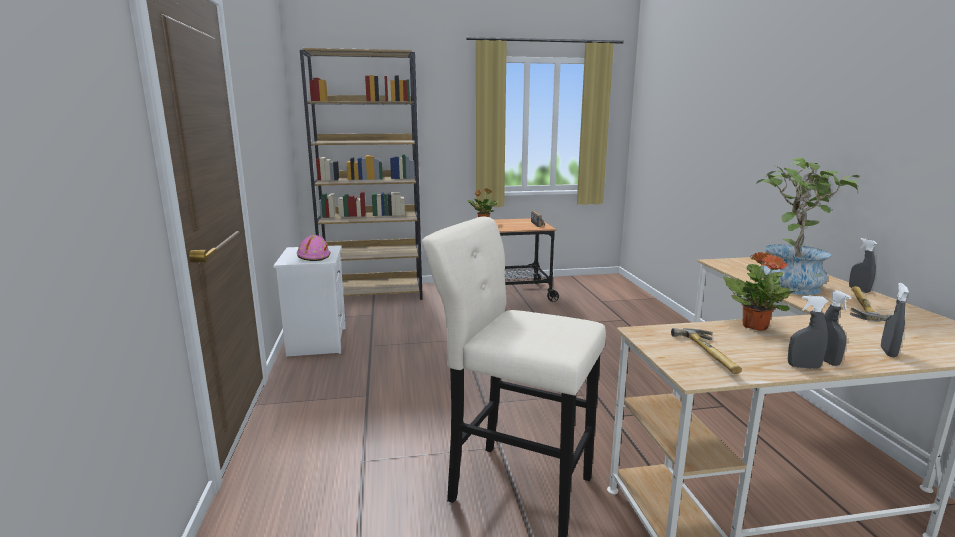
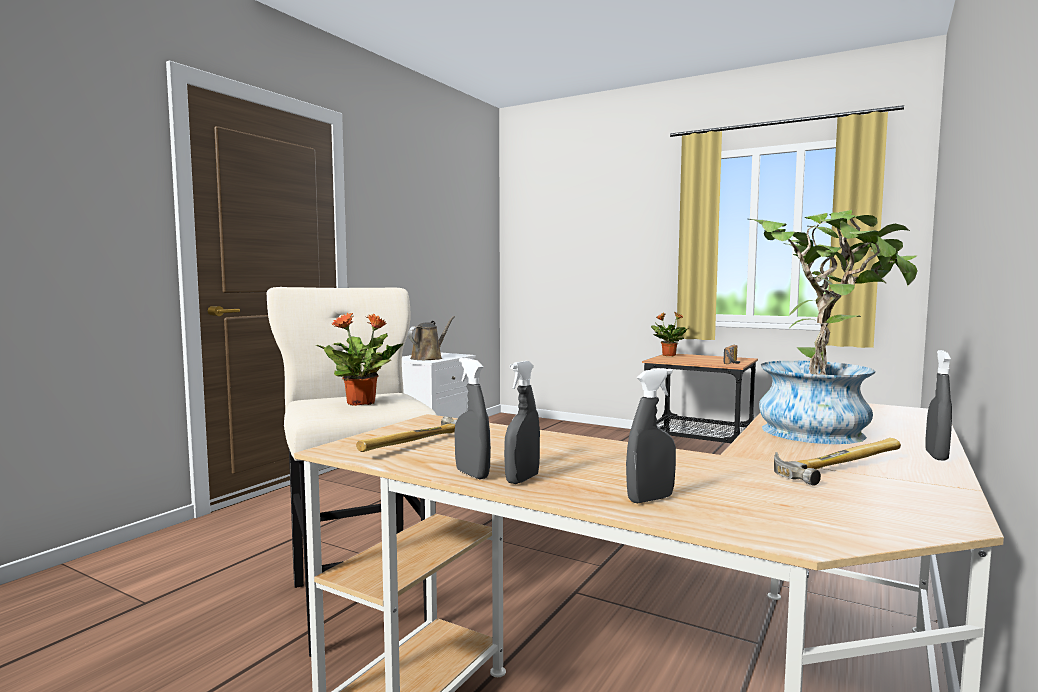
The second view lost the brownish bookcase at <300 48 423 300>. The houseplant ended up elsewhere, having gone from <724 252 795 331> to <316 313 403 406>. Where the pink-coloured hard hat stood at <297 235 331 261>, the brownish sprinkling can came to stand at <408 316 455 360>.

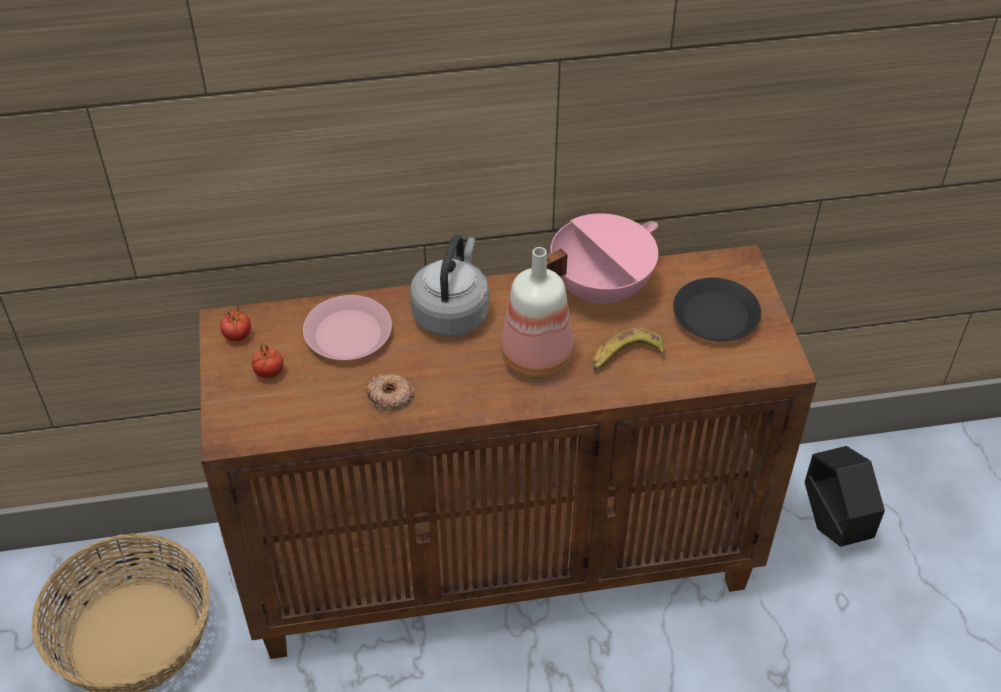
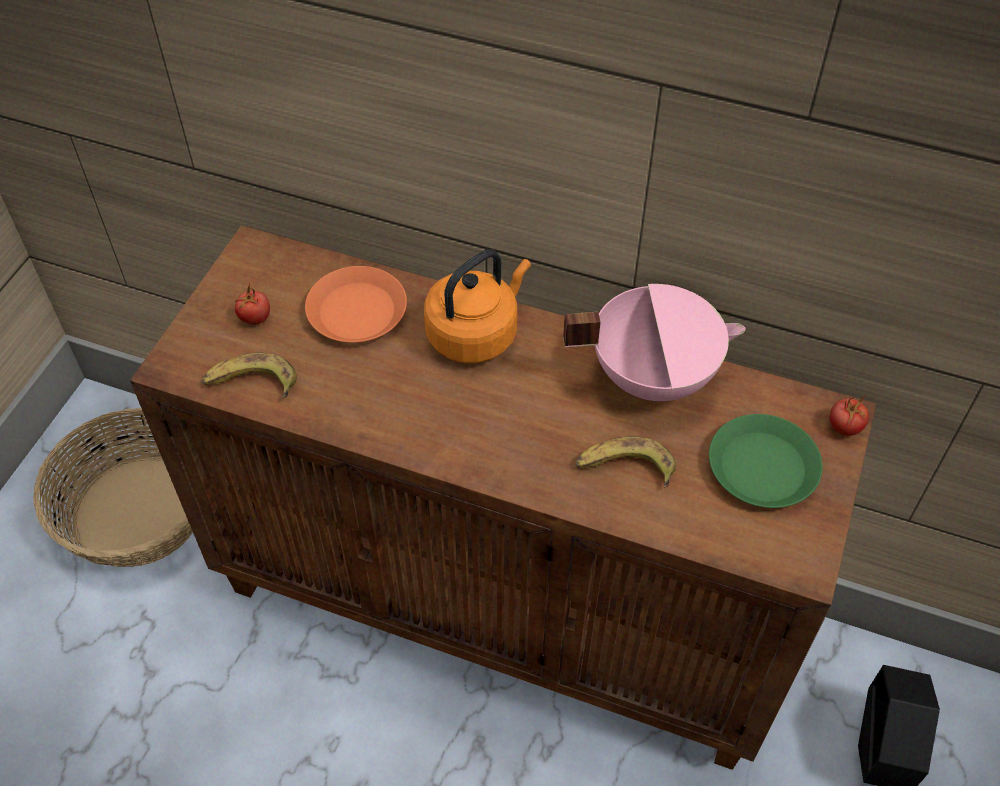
The second view lost the ring doughnut at <366 373 414 411>. The second view lost the beverage bottle at <501 247 574 379>. The second view gained the banana at <202 352 297 398>. The whole tomato ended up elsewhere, having gone from <220 304 251 342> to <829 395 869 436>. What was the pink-coloured flat dish at <303 295 392 360> turned into the orange-coloured flat dish at <305 266 407 343>. What was the gray kettle at <410 235 489 337> turned into the orange-coloured kettle at <424 250 531 363>. What was the black-coloured flat dish at <673 277 761 341> turned into the green flat dish at <709 414 823 508>.

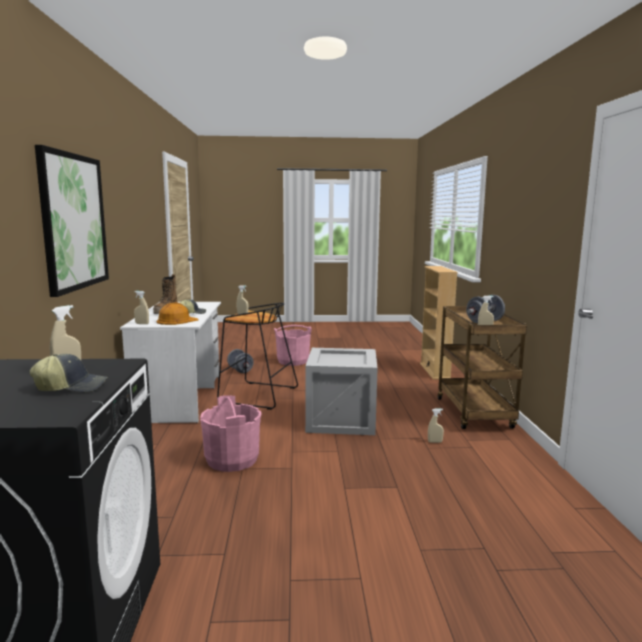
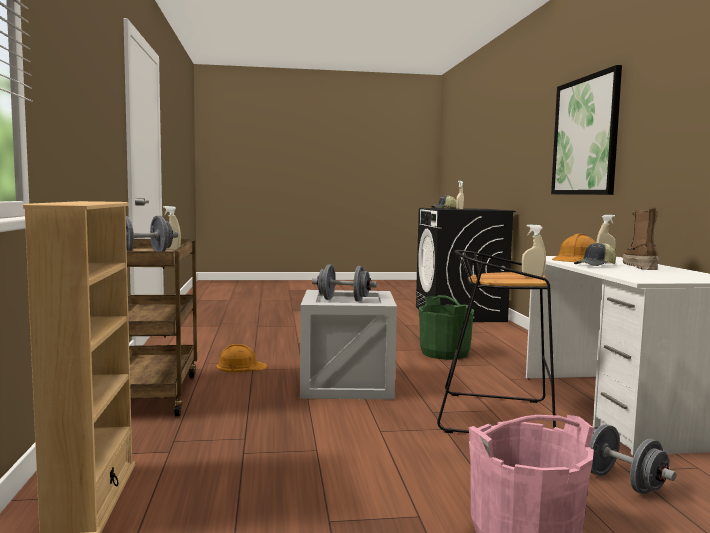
The second view gained the gray free weight at <312 264 377 302>. Where the beige spray bottle stood at <428 409 444 443>, the orange-coloured hard hat came to stand at <217 344 267 372>. What was the pink-coloured pail at <200 395 261 472> turned into the green pail at <419 295 474 360>.

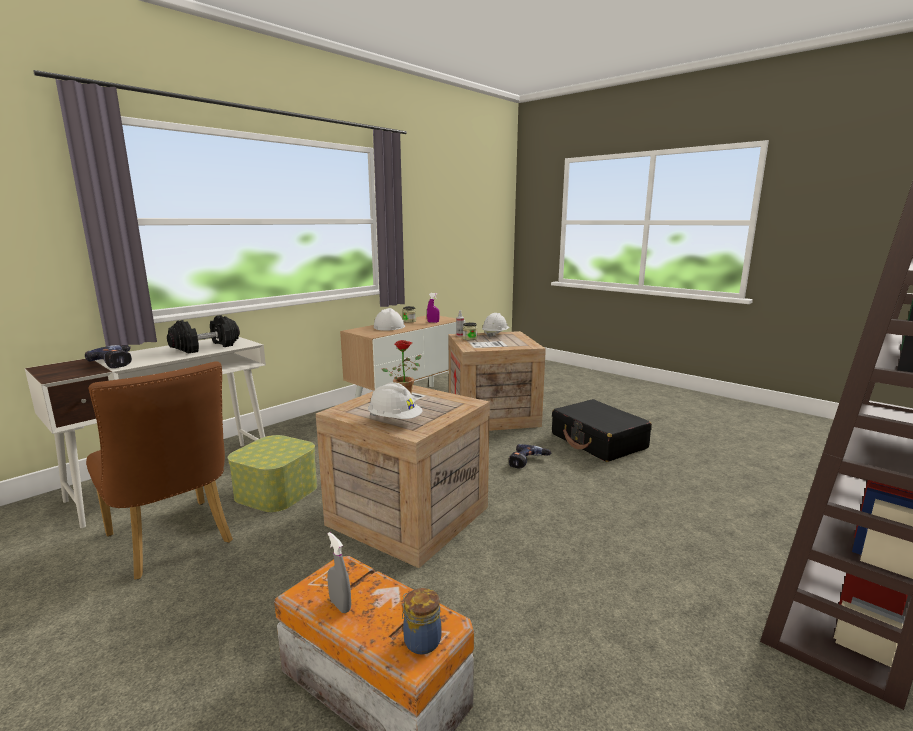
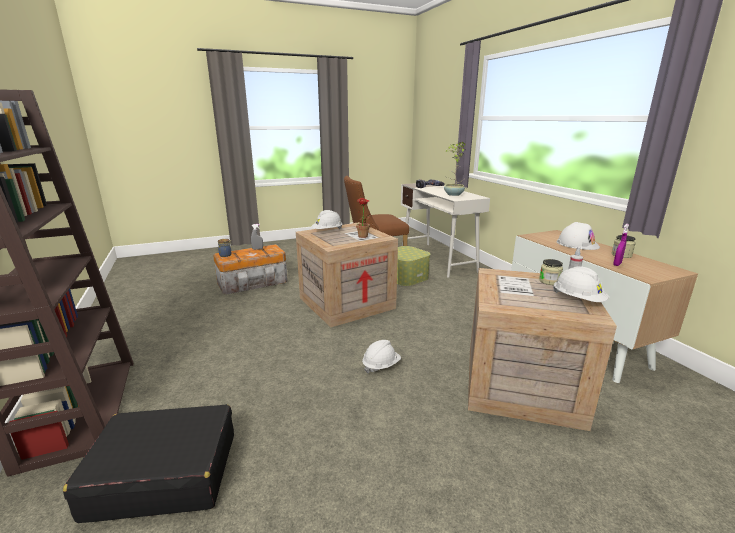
The black-coloured piece of luggage ended up elsewhere, having gone from <552 399 652 462> to <63 404 234 523>. Where the black-coloured free weight stood at <167 315 240 354>, the houseplant came to stand at <444 142 465 196>. Where the power drill stood at <509 444 551 469>, the white hard hat came to stand at <362 340 401 373>.

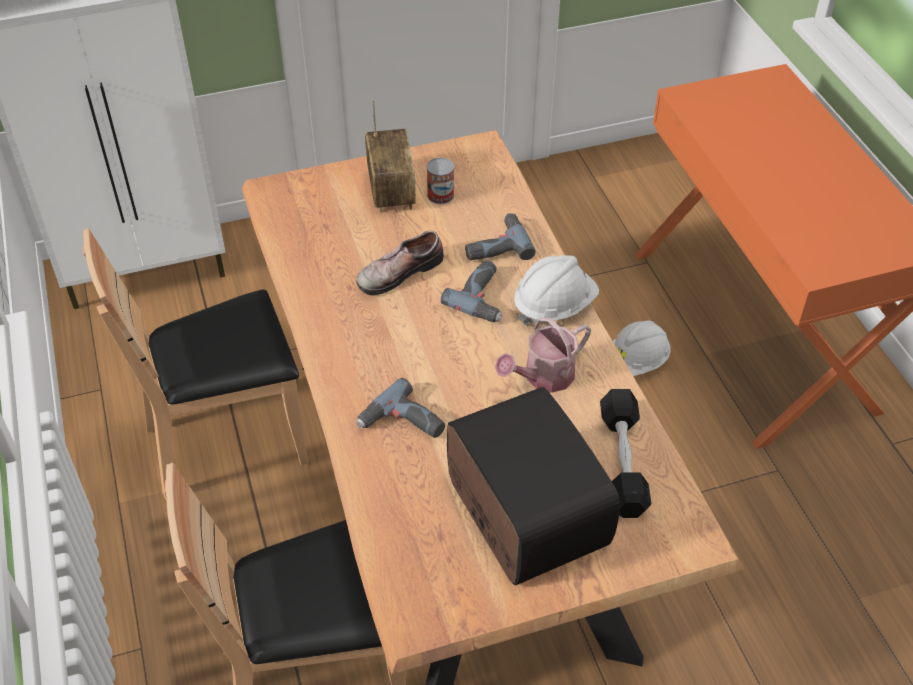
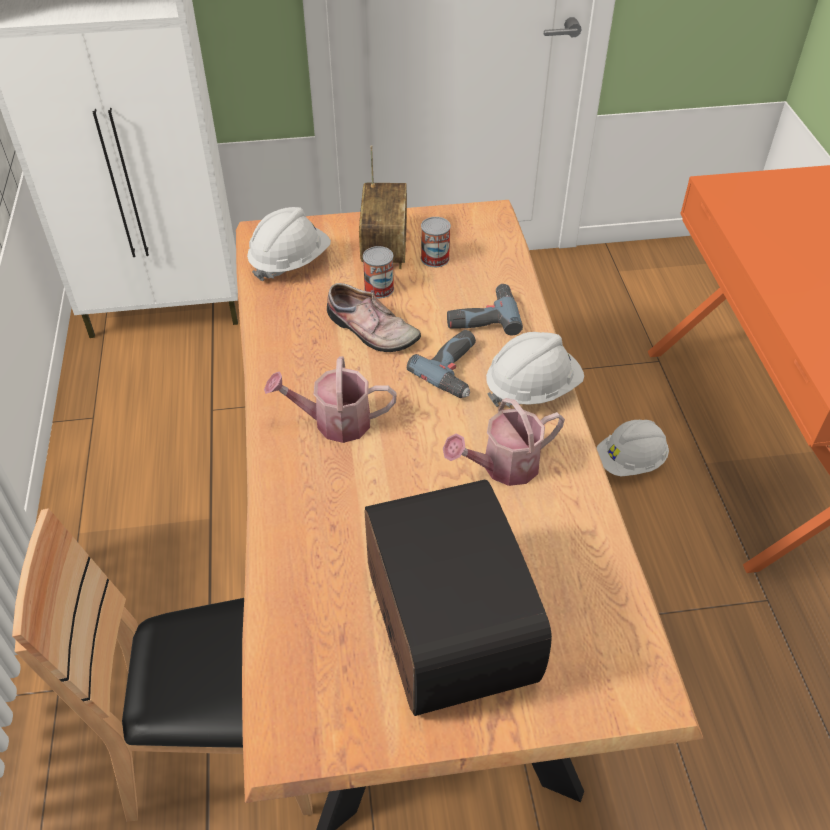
The second view lost the brownish chair at <83 228 308 500>. The second view lost the power drill at <357 378 445 438>. The second view lost the black-coloured free weight at <600 389 651 518>. The second view gained the white hard hat at <247 207 331 281>. The second view gained the sprinkling can at <264 356 397 443>. The second view gained the sealed can at <363 246 394 298>. The shoe at <356 231 443 295> ended up facing another way, 120 degrees counterclockwise from before.

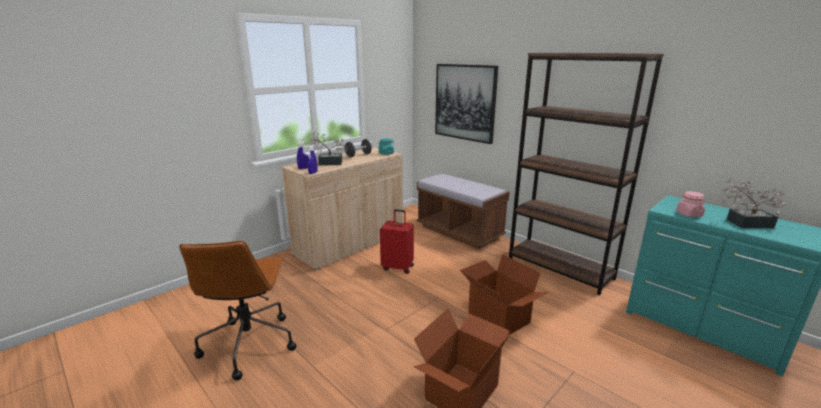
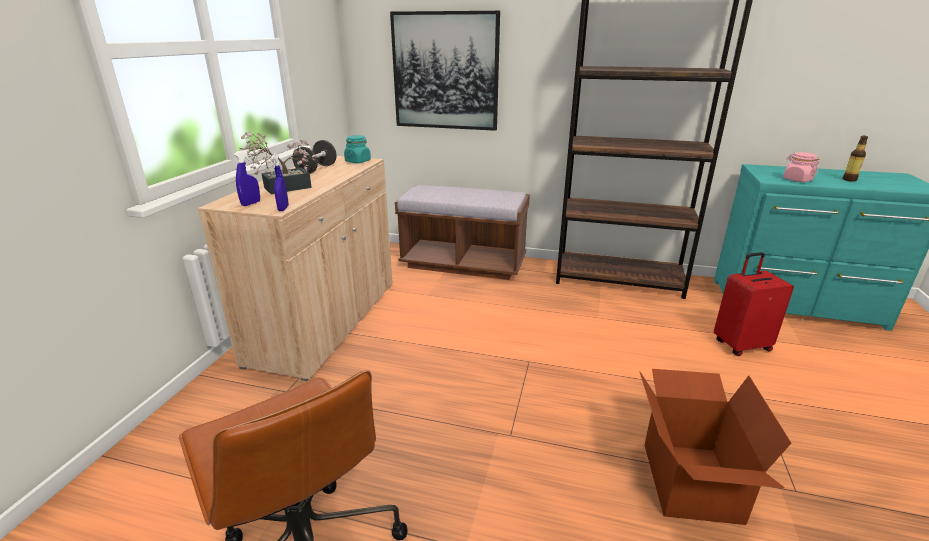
The second view lost the packing box at <460 254 549 335>. The red piece of luggage ended up elsewhere, having gone from <380 209 414 274> to <714 252 794 356>. Where the houseplant stood at <722 178 786 228>, the beverage bottle came to stand at <842 136 868 182>.

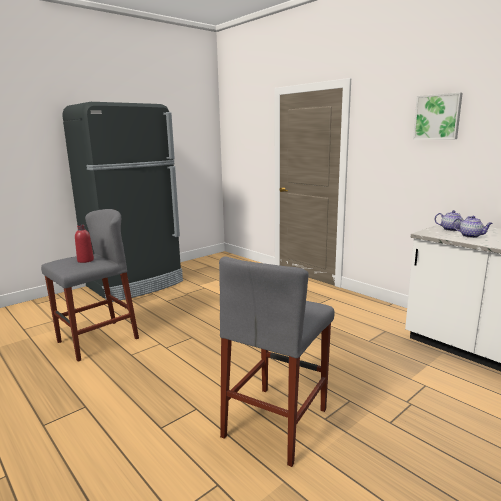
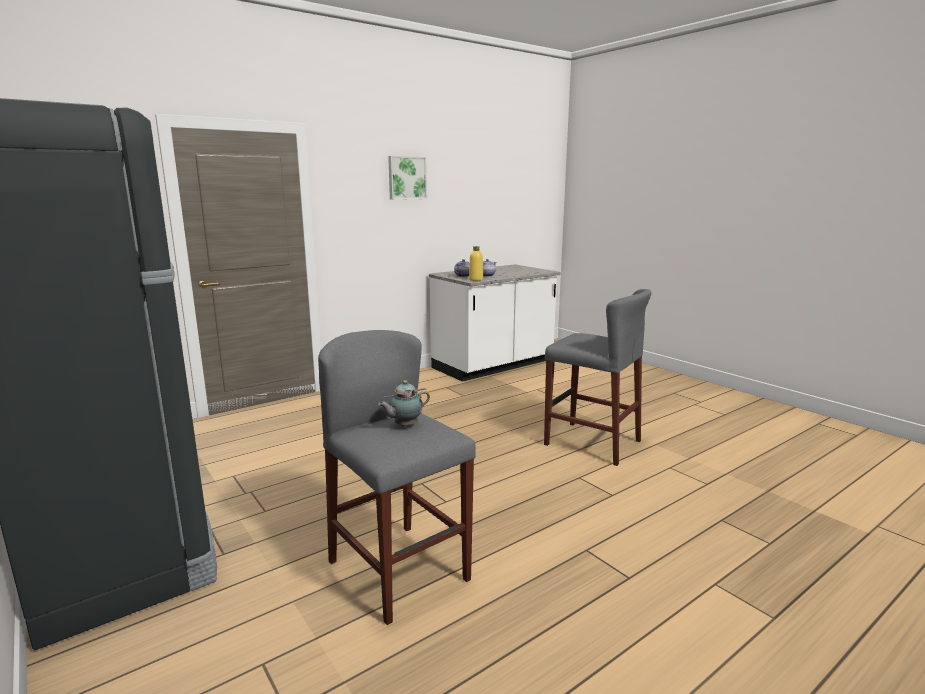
The second view gained the yellowish beverage bottle at <469 246 483 281>. Where the red beverage bottle stood at <75 225 94 263>, the pot for tea came to stand at <378 380 430 426>.

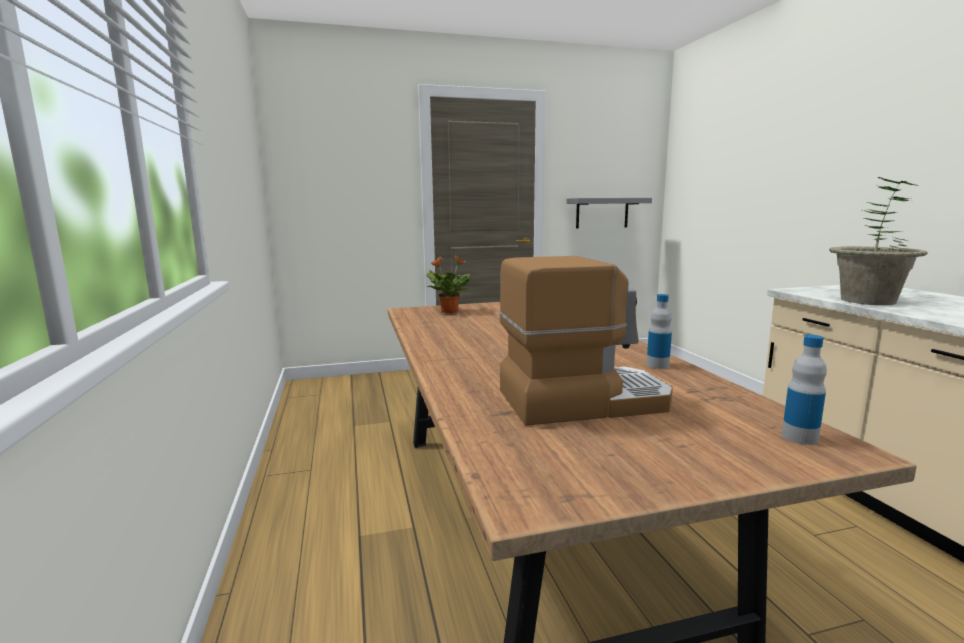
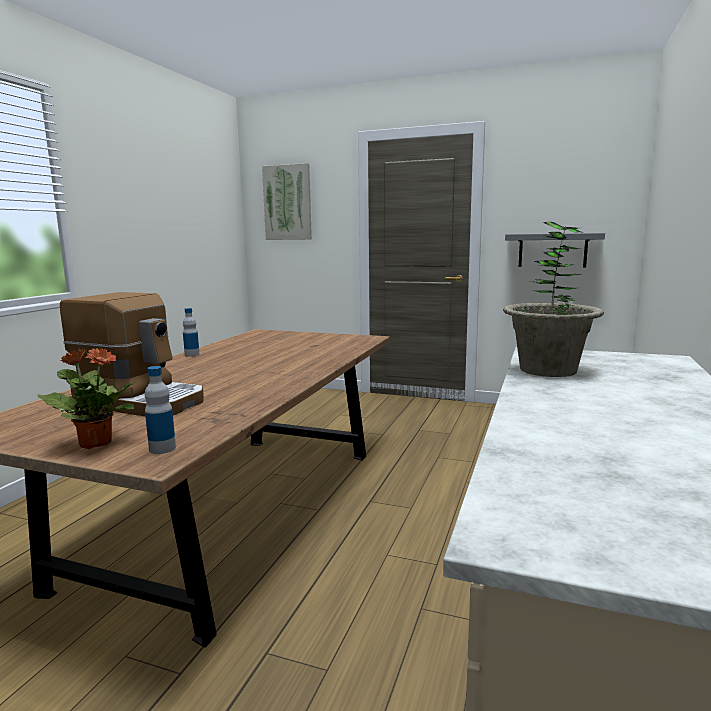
The second view gained the wall picture at <262 163 312 240>. The houseplant ended up elsewhere, having gone from <427 255 472 313> to <37 348 135 449>. The beverage bottle ended up elsewhere, having gone from <647 294 672 369> to <183 308 200 357>.

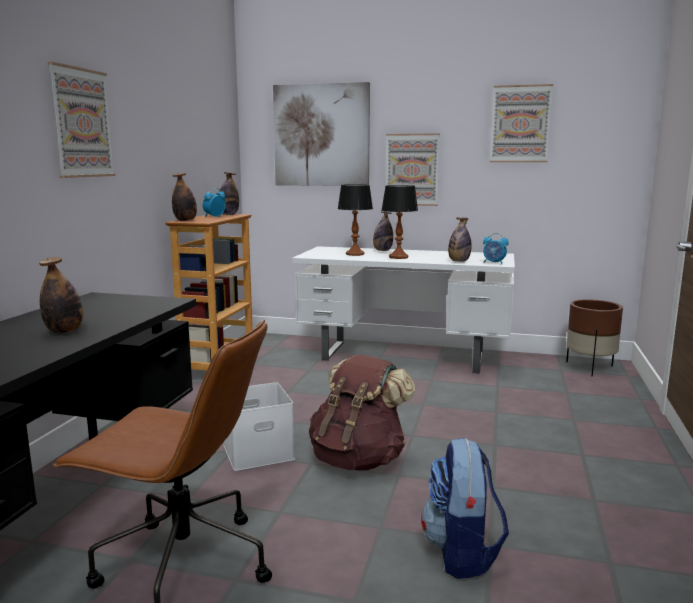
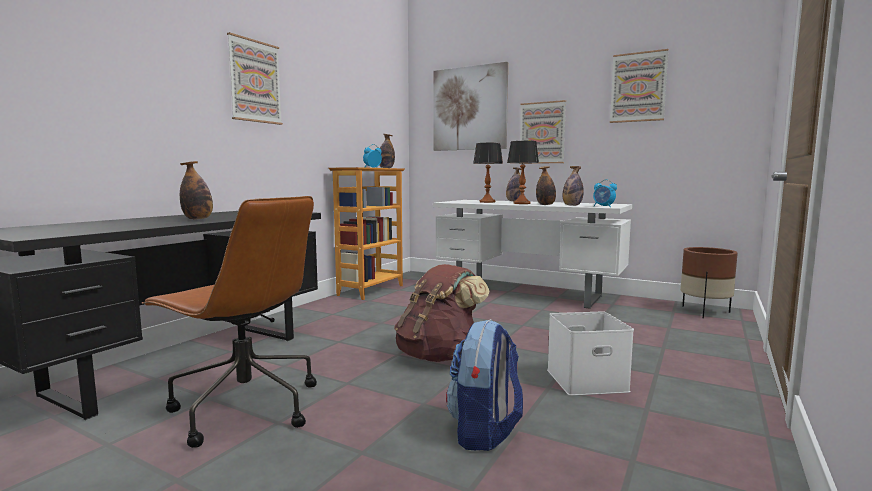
The beverage bottle ended up elsewhere, having gone from <172 173 197 221> to <536 166 556 205>. The white storage bin ended up elsewhere, having gone from <223 382 295 471> to <547 311 634 396>.

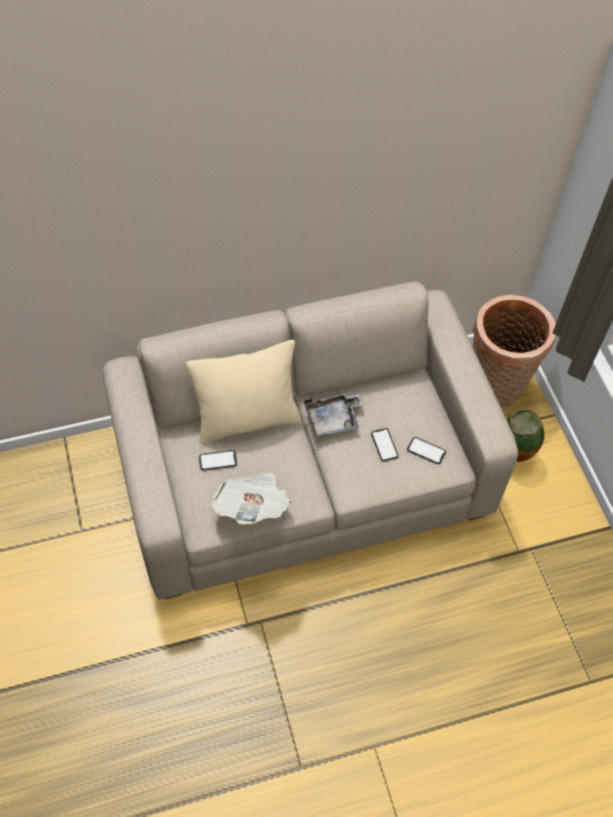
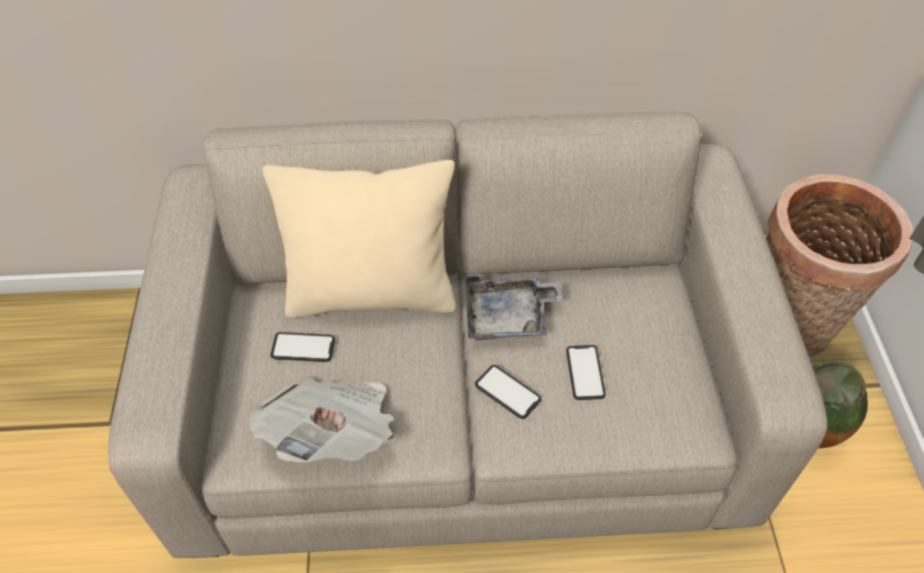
The telephone ended up elsewhere, having gone from <407 437 446 464> to <475 365 541 419>.

